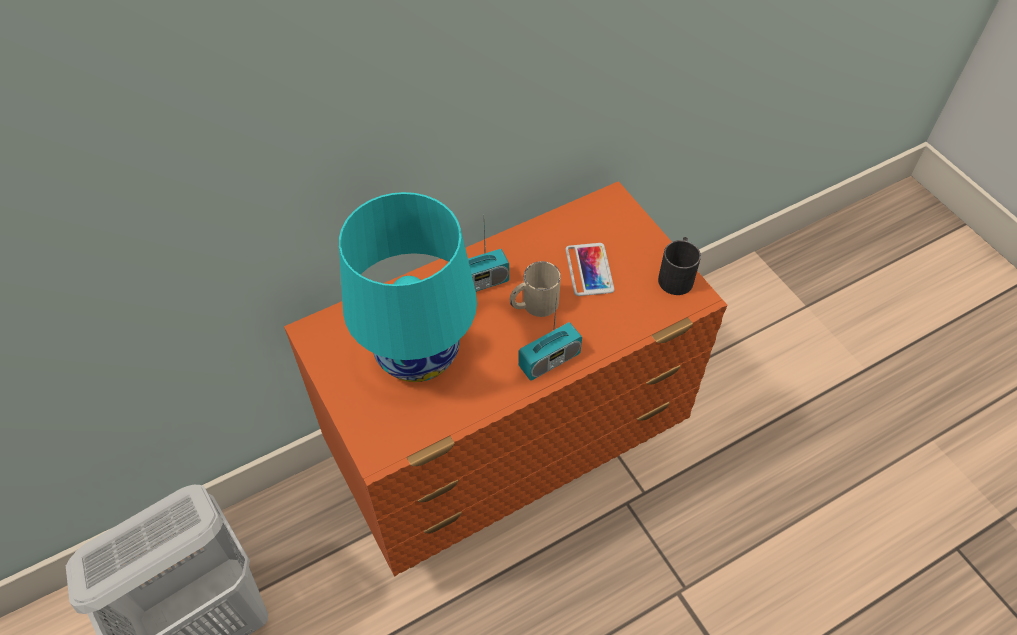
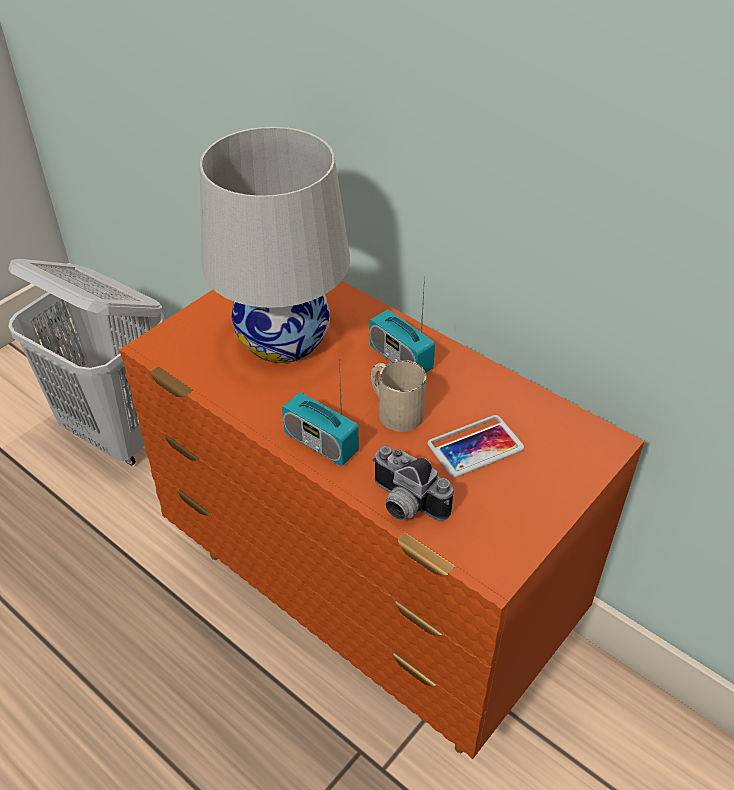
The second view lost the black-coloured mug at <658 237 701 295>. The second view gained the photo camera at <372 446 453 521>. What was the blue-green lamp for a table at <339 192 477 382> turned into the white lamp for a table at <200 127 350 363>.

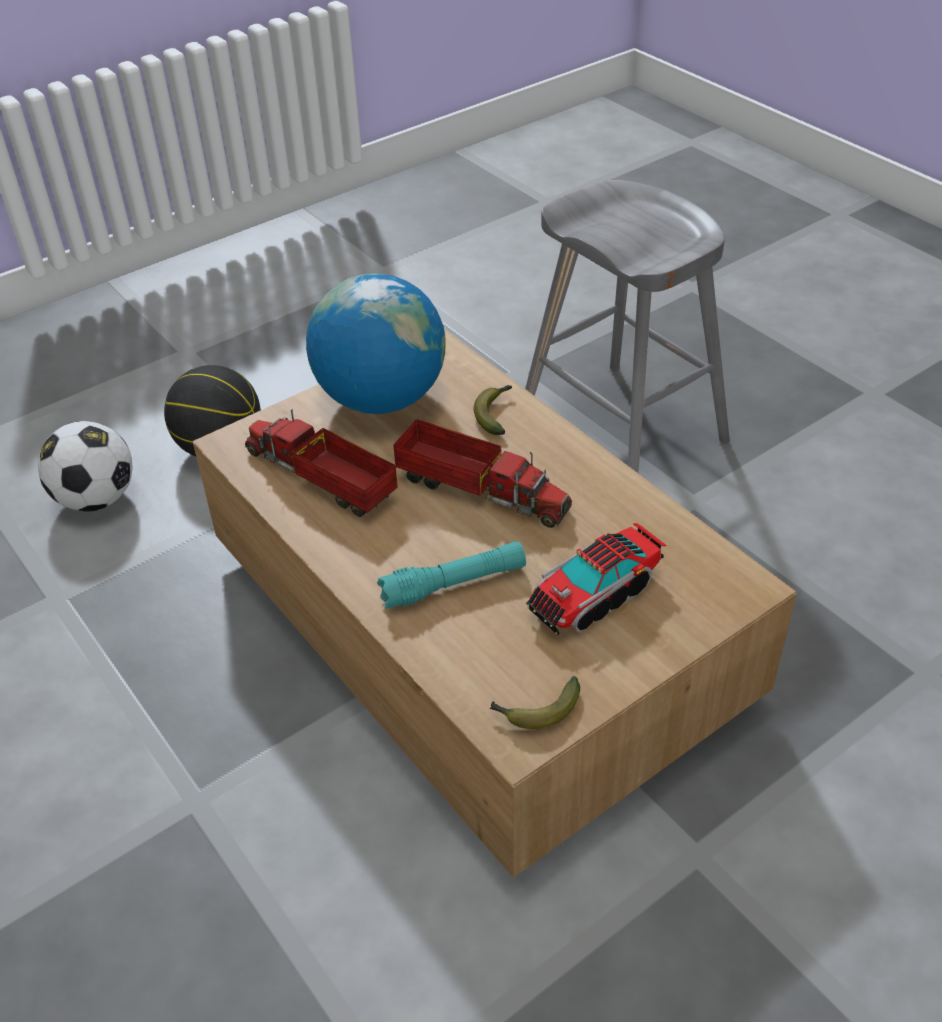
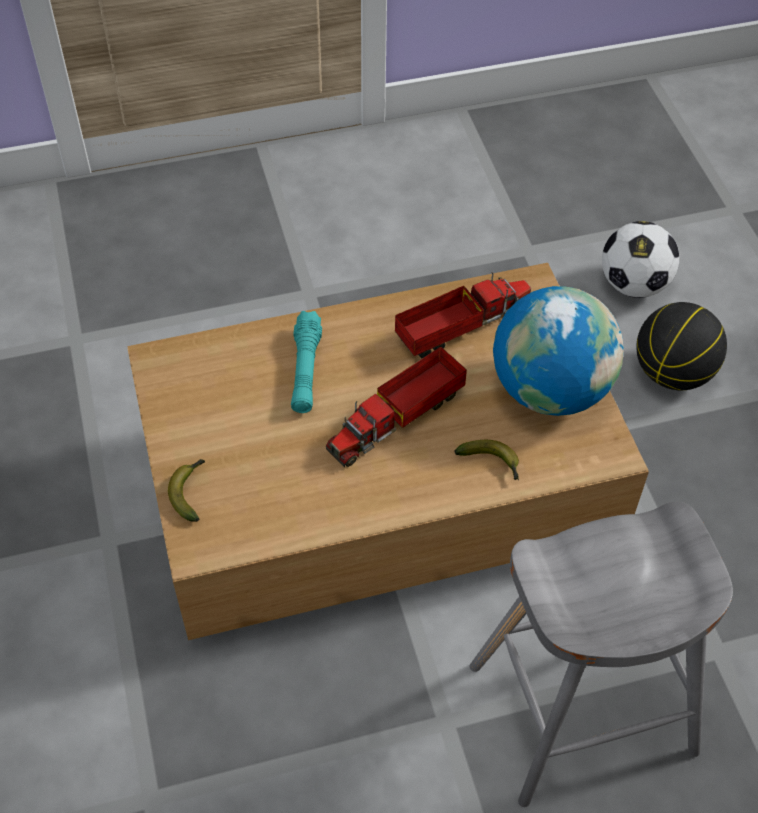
The second view lost the toy truck at <526 523 666 635>. The banana ended up elsewhere, having gone from <490 676 580 729> to <168 459 205 522>.

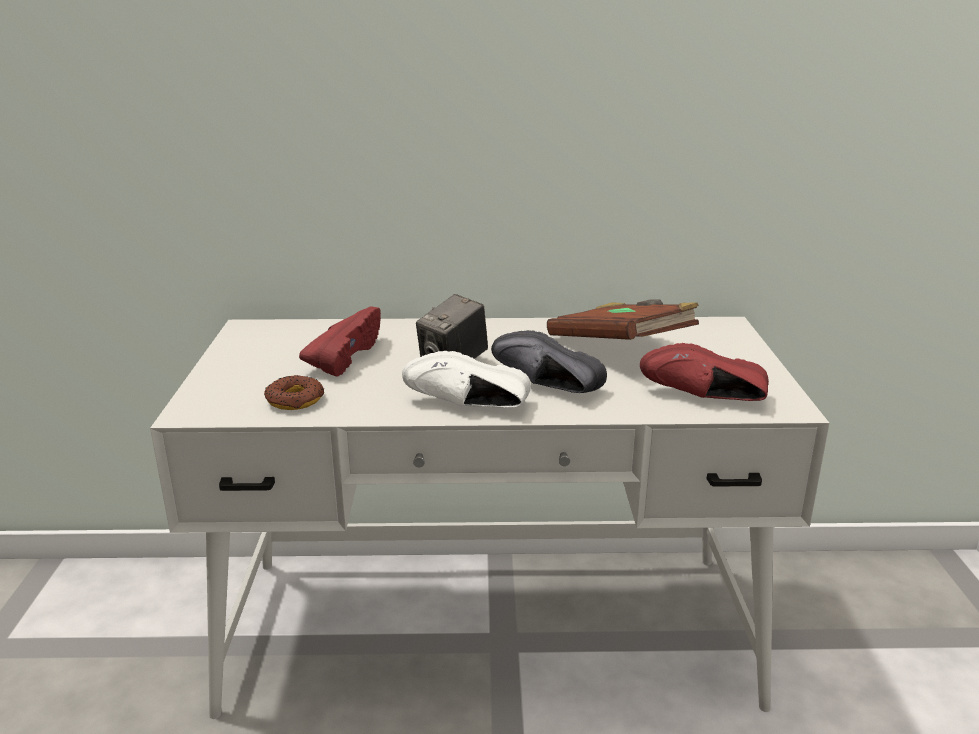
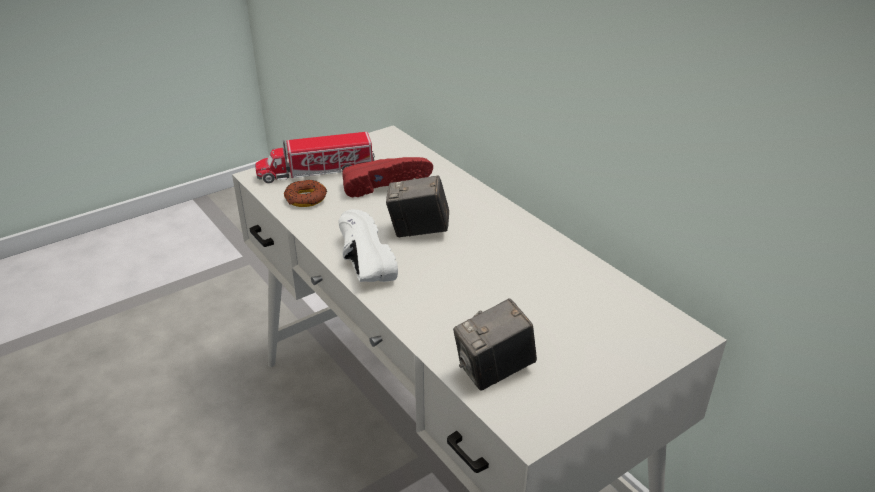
The second view lost the black-coloured shoe at <491 330 607 393>. The second view lost the brownish book at <547 299 699 340>. The second view gained the toy truck at <255 132 375 183>. Where the red shoe stood at <640 343 769 401>, the photo camera came to stand at <453 299 537 391>.

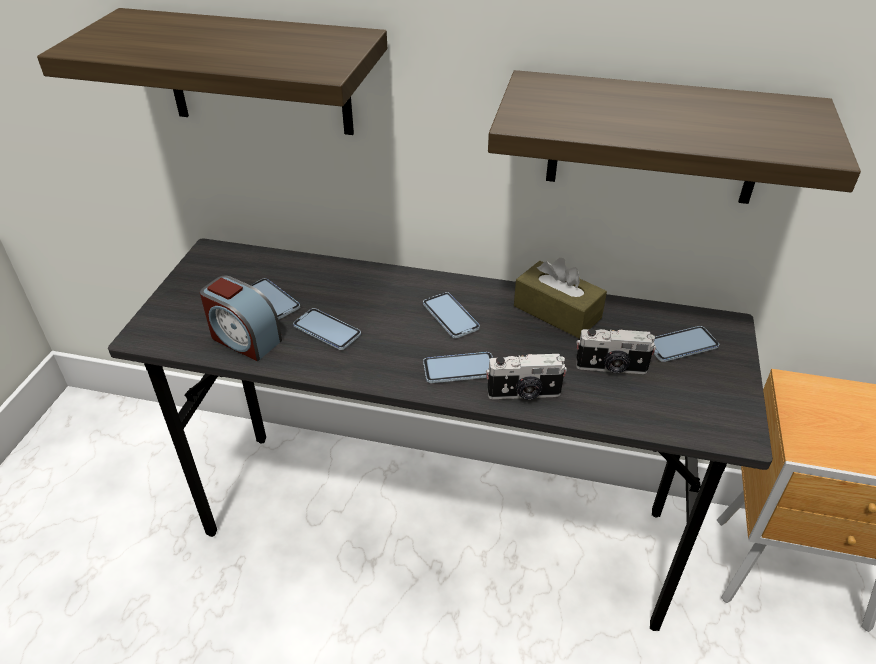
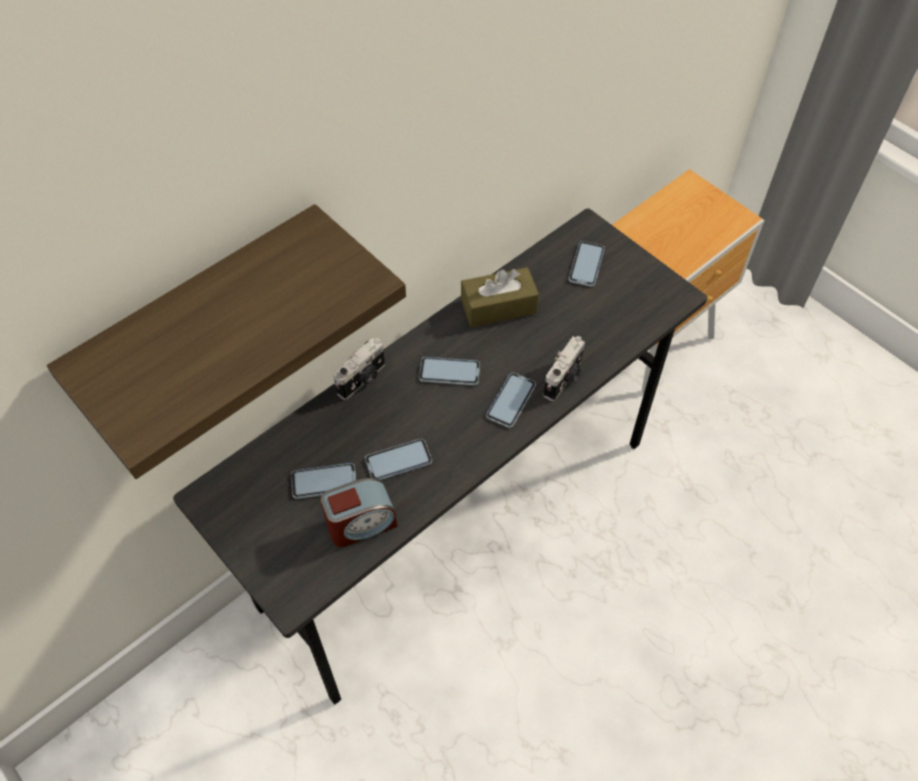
The second view lost the wall shelf at <488 70 861 204>. The photo camera ended up elsewhere, having gone from <576 329 656 374> to <333 338 385 400>.

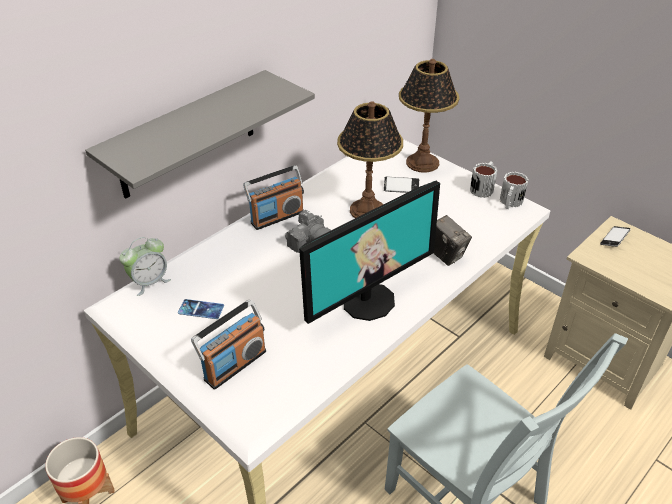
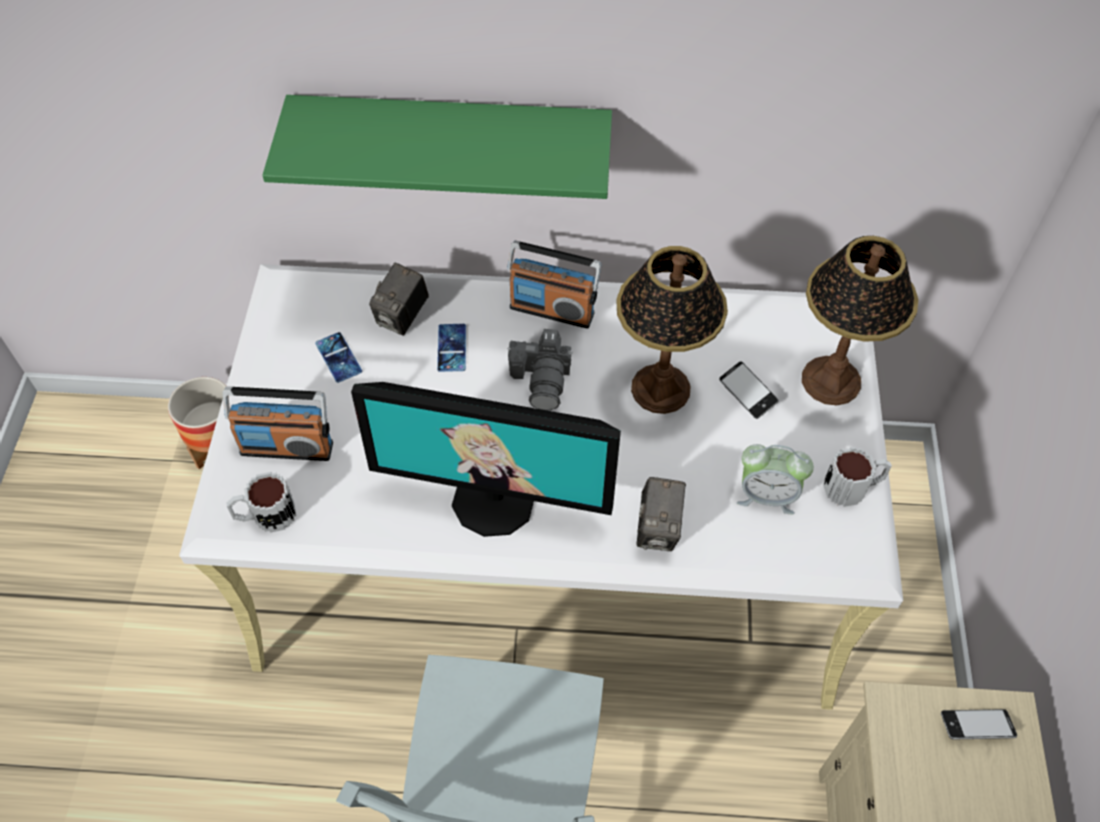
The second view gained the photo camera at <369 263 429 336>. The second view gained the telephone at <437 324 466 372>. The alarm clock ended up elsewhere, having gone from <120 237 171 296> to <737 444 814 515>. The mug ended up elsewhere, having gone from <500 172 528 209> to <226 472 296 533>. What was the gray wall shelf at <85 70 315 199> turned into the green wall shelf at <262 95 612 199>.

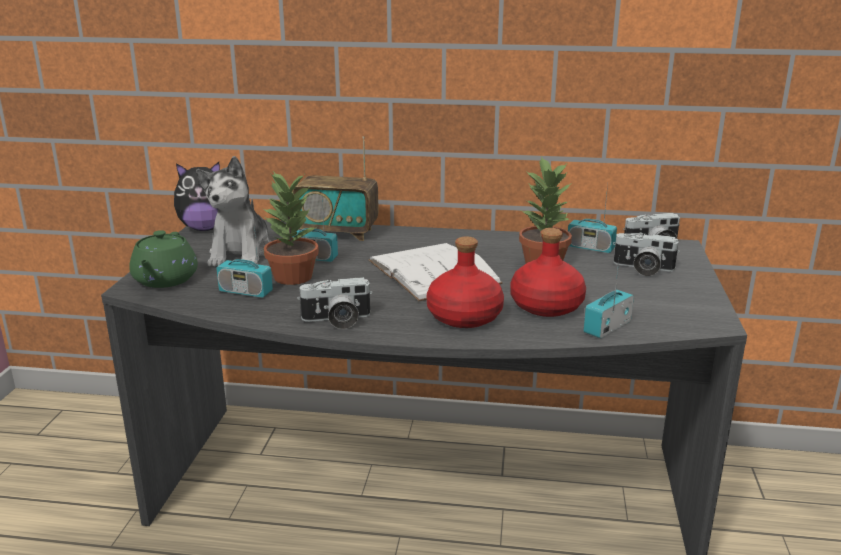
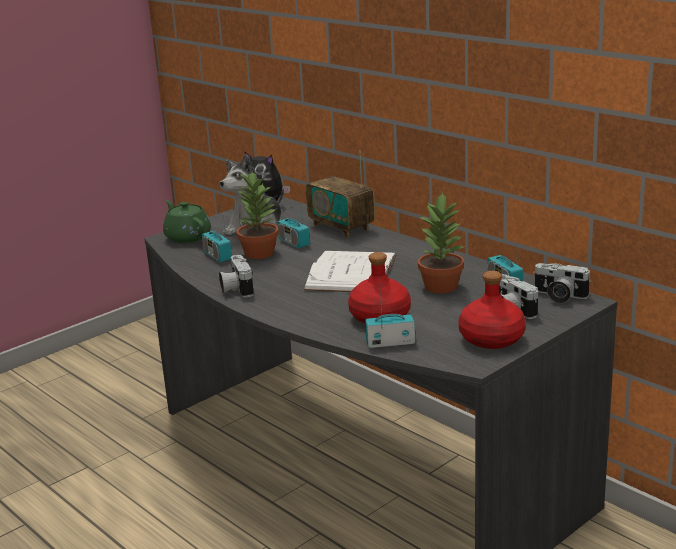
The red beverage bottle ended up elsewhere, having gone from <427 236 504 328> to <459 271 526 349>. The green pot for tea at <129 230 198 288> ended up facing another way, 105 degrees clockwise from before. The photo camera at <297 277 372 329> ended up facing another way, 45 degrees clockwise from before.

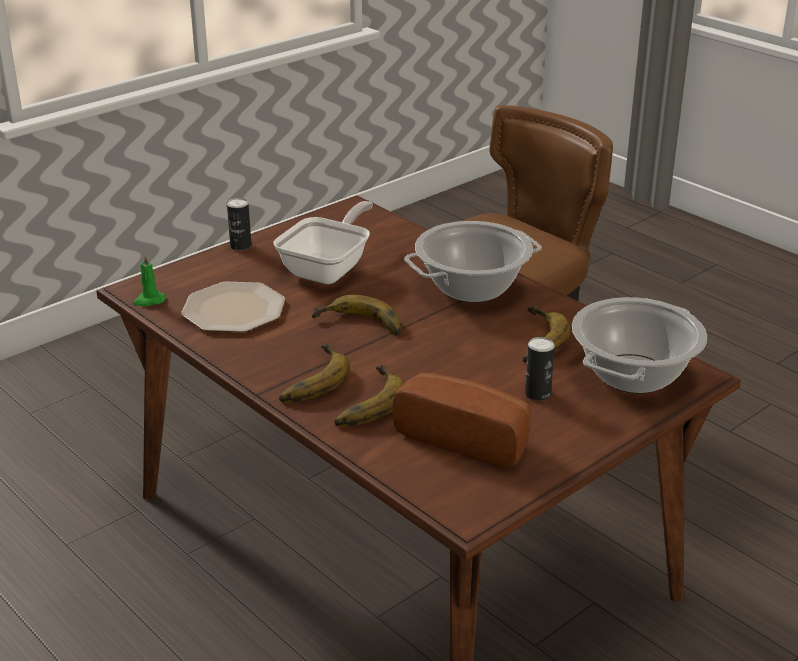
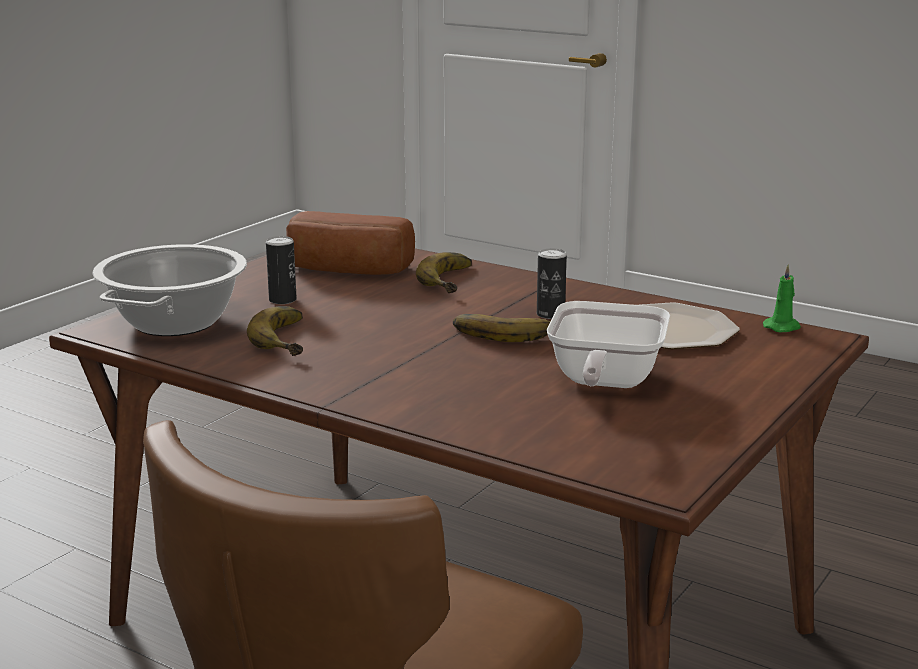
The second view lost the banana at <279 343 350 403>. The second view lost the saucepot at <404 221 542 303>. The sealed can ended up elsewhere, having gone from <227 198 251 251> to <537 249 567 319>.

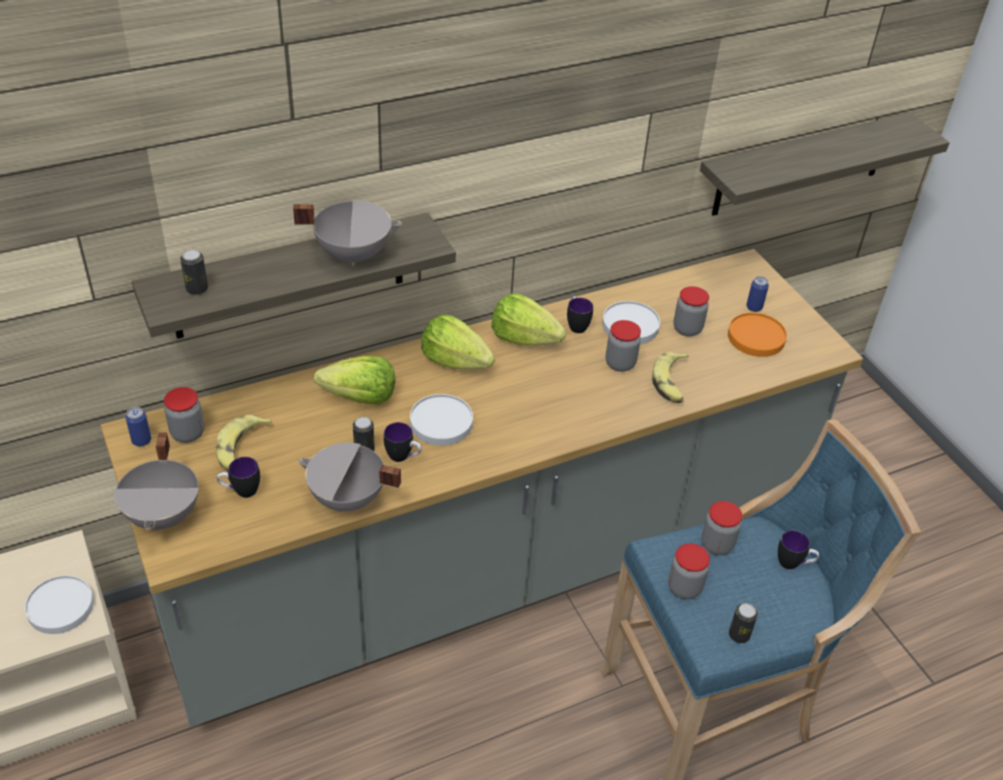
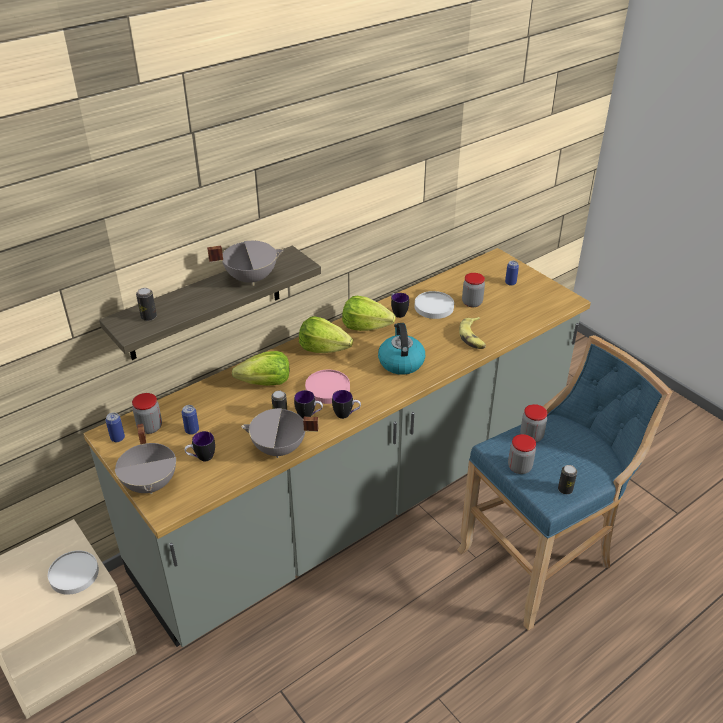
The second view lost the jar at <606 320 641 372>. The second view lost the wall shelf at <700 113 950 216>. The second view lost the orange-coloured flat dish at <728 312 787 357>. The second view gained the kettle at <378 323 425 375>. The mug ended up elsewhere, having gone from <778 530 819 569> to <332 390 361 419>. Where the banana stood at <216 415 272 471>, the sealed can came to stand at <182 405 199 435>. What was the white flat dish at <410 394 473 446> turned into the pink-coloured flat dish at <305 370 350 404>.

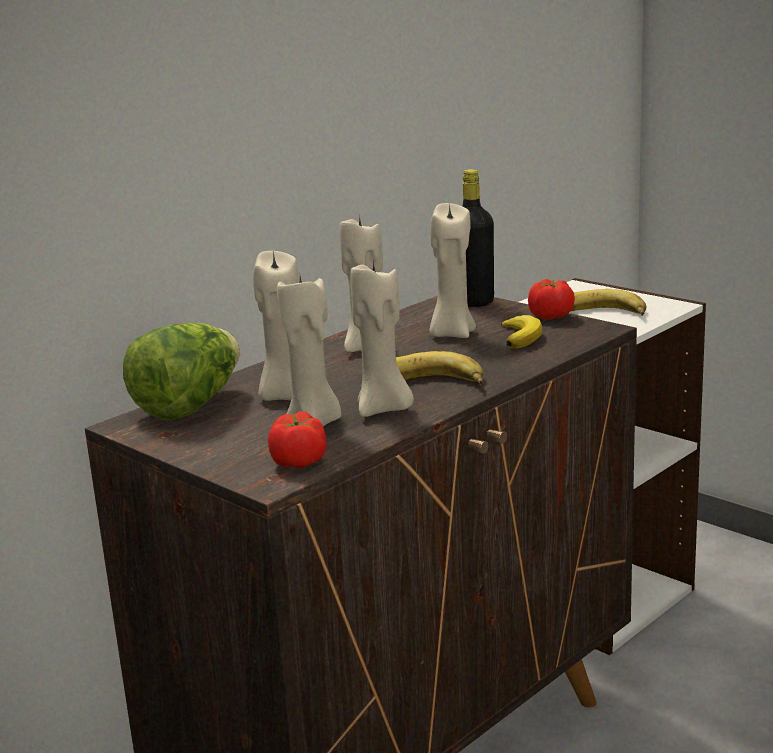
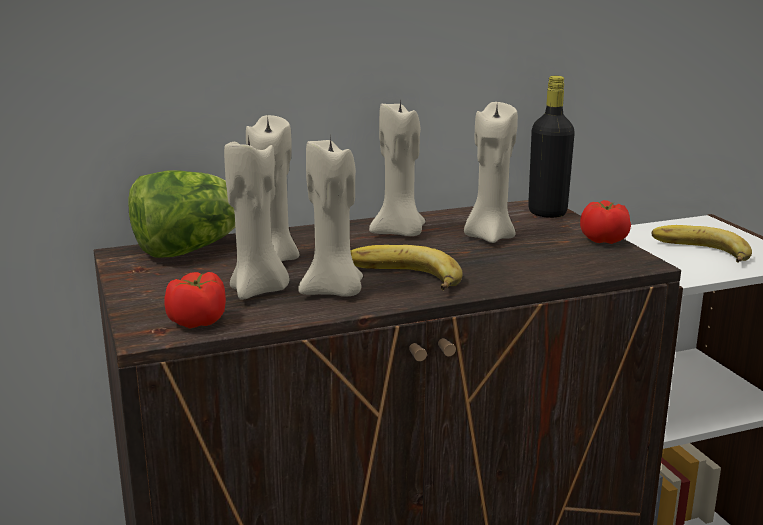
The second view lost the banana at <501 315 542 348>.

